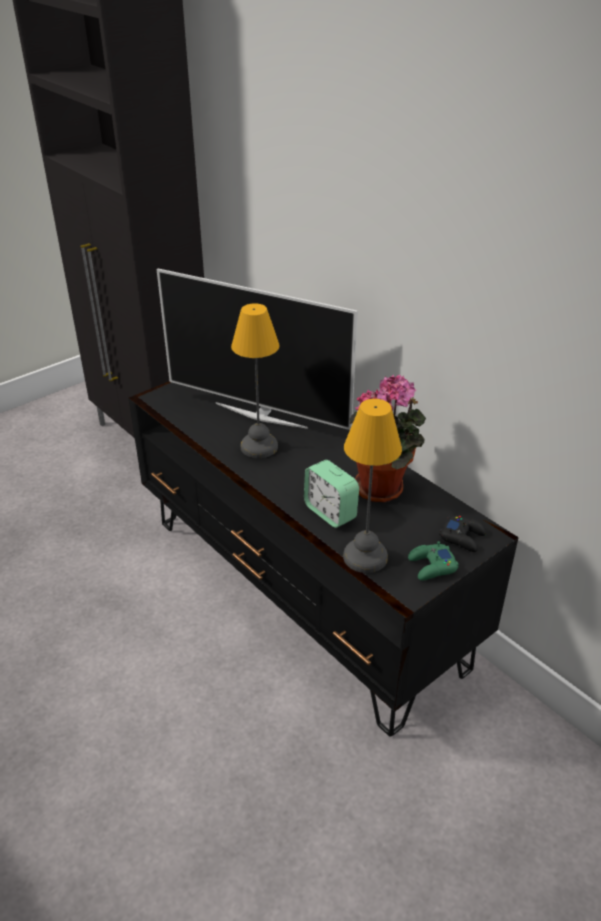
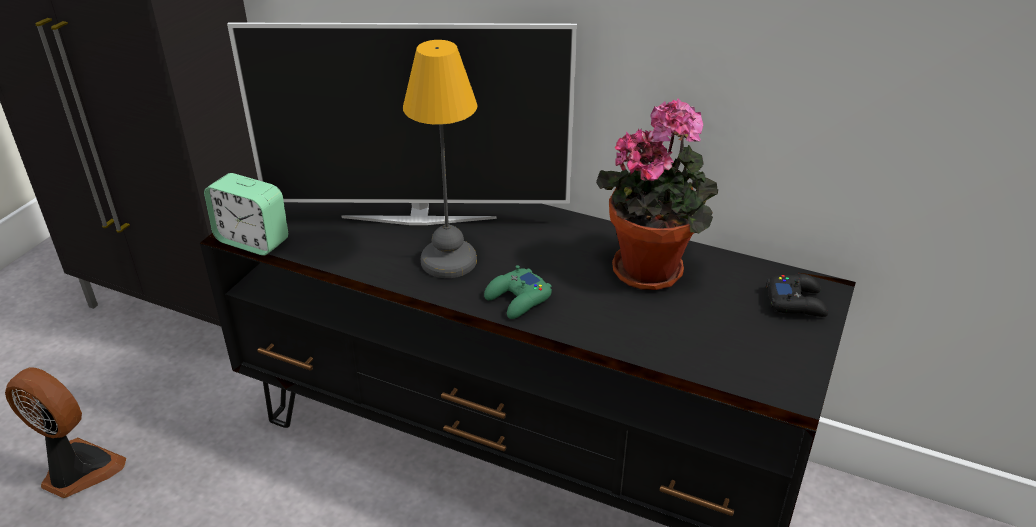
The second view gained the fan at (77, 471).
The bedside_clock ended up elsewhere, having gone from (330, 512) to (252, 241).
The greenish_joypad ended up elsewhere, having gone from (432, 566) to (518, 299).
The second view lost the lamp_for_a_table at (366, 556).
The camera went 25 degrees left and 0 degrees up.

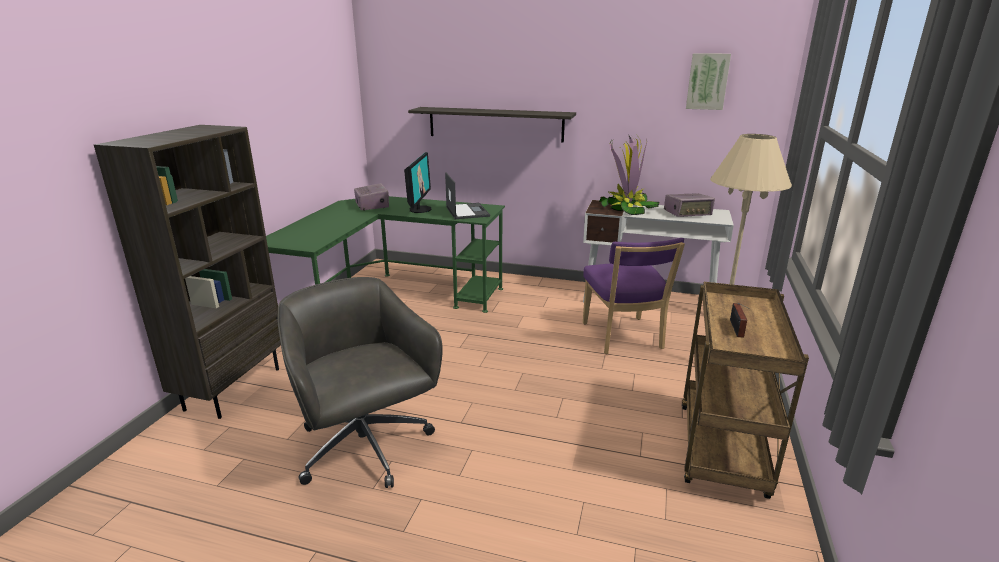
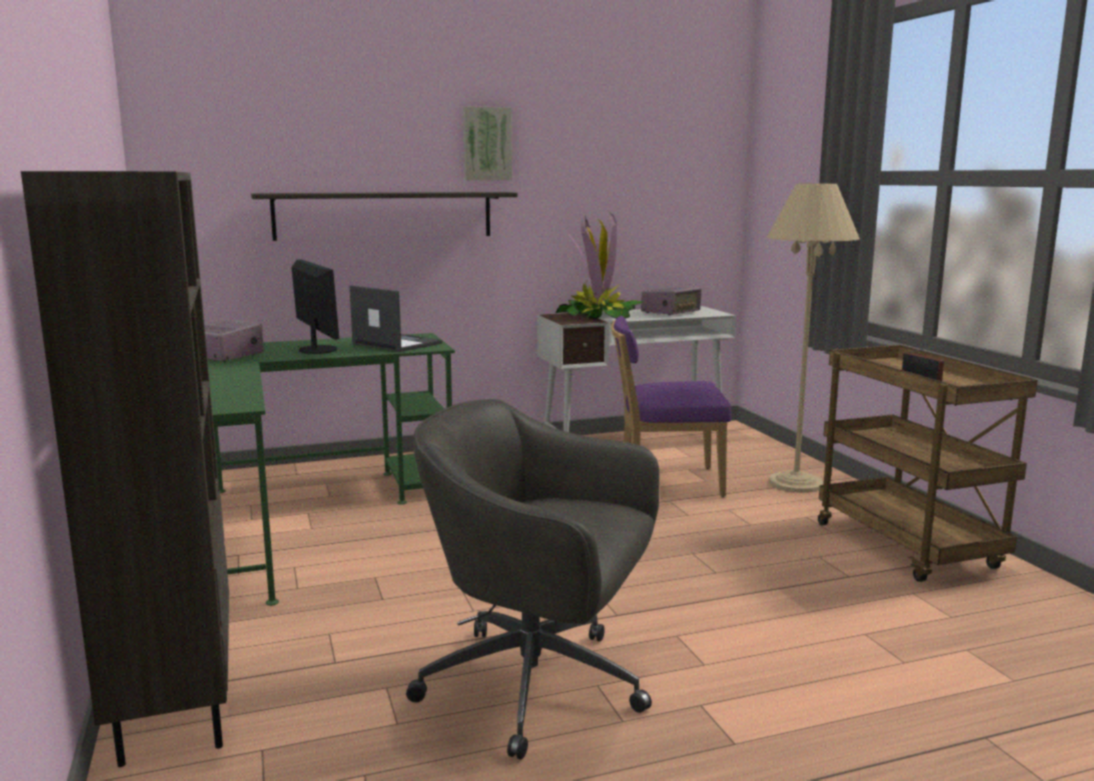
The wall_picture ended up elsewhere, having gone from (707, 81) to (487, 144).
The purple_chair at (623, 338) ended up facing another way, 135 degrees clockwise from before.
The camera went 35 degrees left and 10 degrees down.

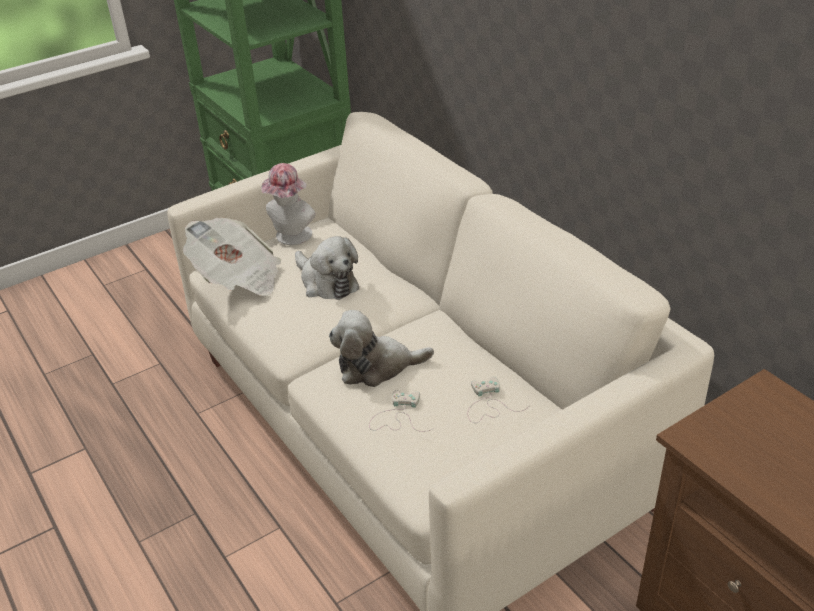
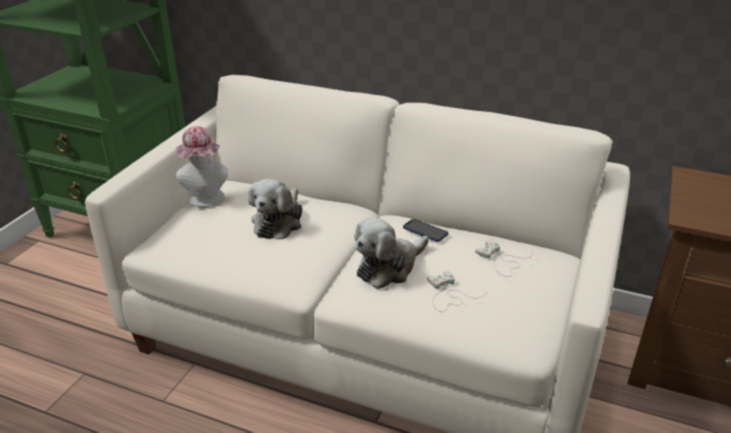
The plush_toy at (327, 283) ended up facing another way, 90 degrees clockwise from before.
The second view gained the telephone at (425, 231).
The second view lost the daily_paper at (238, 277).
The camera went 35 degrees left and 5 degrees down.

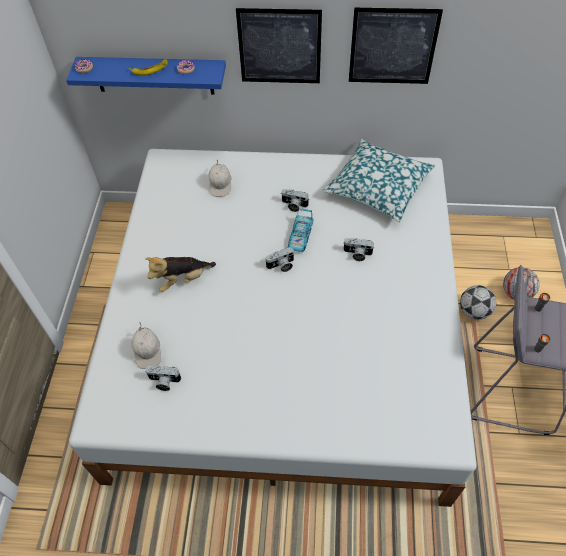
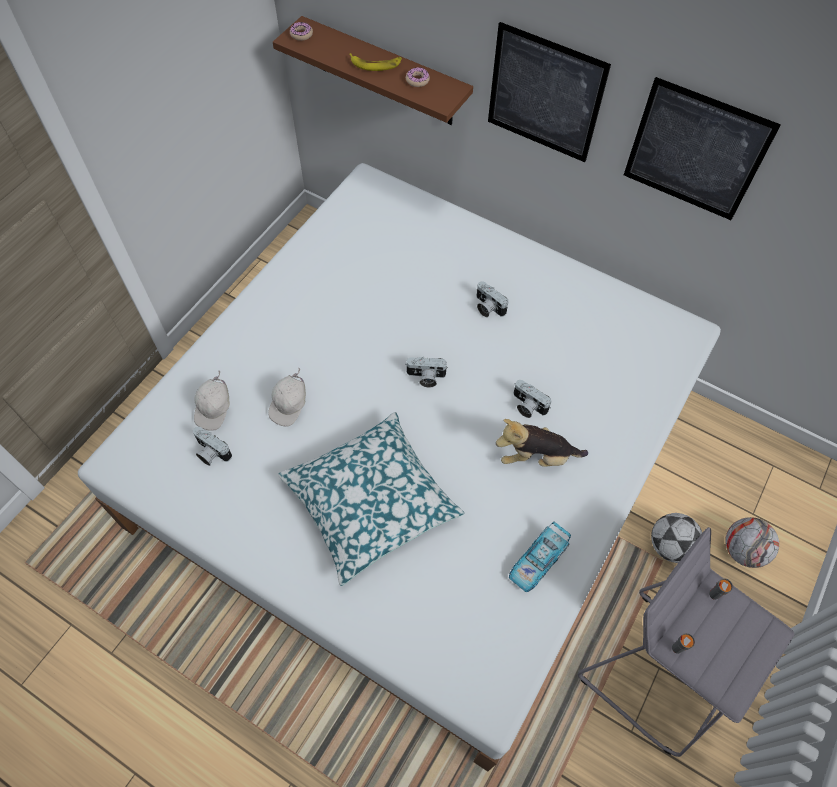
The whitish_baseball_cap ended up elsewhere, having gone from (221, 185) to (290, 405).
What was the bluish_shelf at (154, 75) turned into the brownish_shelf at (385, 73).
The cushion ended up elsewhere, having gone from (378, 187) to (370, 502).
The plush_toy ended up elsewhere, having gone from (182, 280) to (536, 456).
The toy_car ended up elsewhere, having gone from (300, 236) to (537, 561).
The camera went 25 degrees right and 5 degrees up.

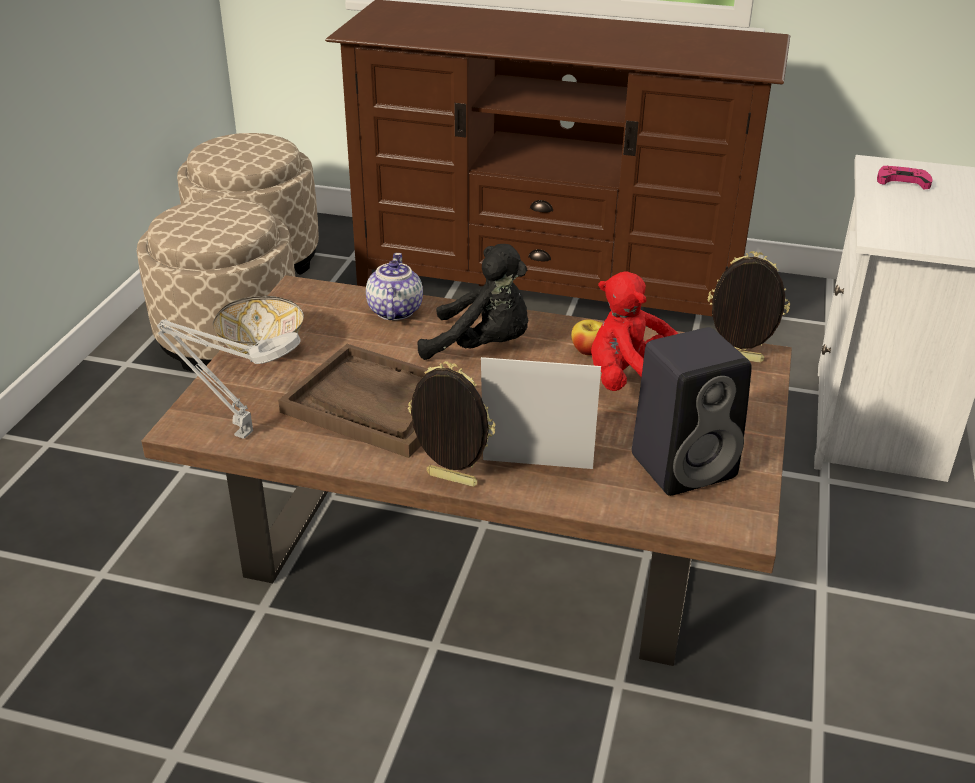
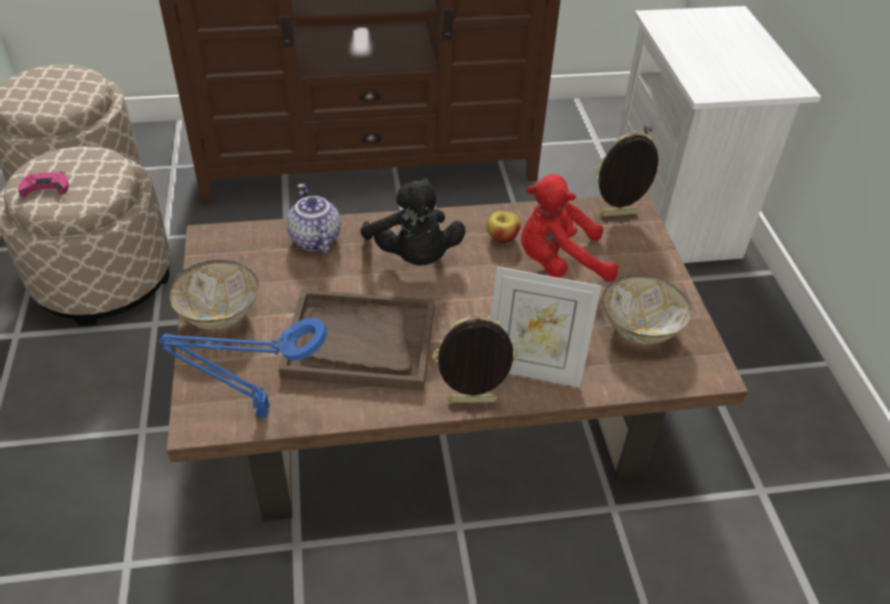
The pinkish_joypad ended up elsewhere, having gone from (902, 181) to (46, 187).
What was the grey_lamp_for_a_table at (239, 433) turned into the bluish_lamp_for_a_table at (257, 412).
The black_plush_toy at (482, 346) ended up facing another way, 75 degrees clockwise from before.
The picture_frame at (536, 471) ended up facing another way, 150 degrees counterclockwise from before.
Where the black_loudspeaker stood at (685, 465), the bowl came to stand at (639, 328).
The camera went 25 degrees left and 10 degrees up.

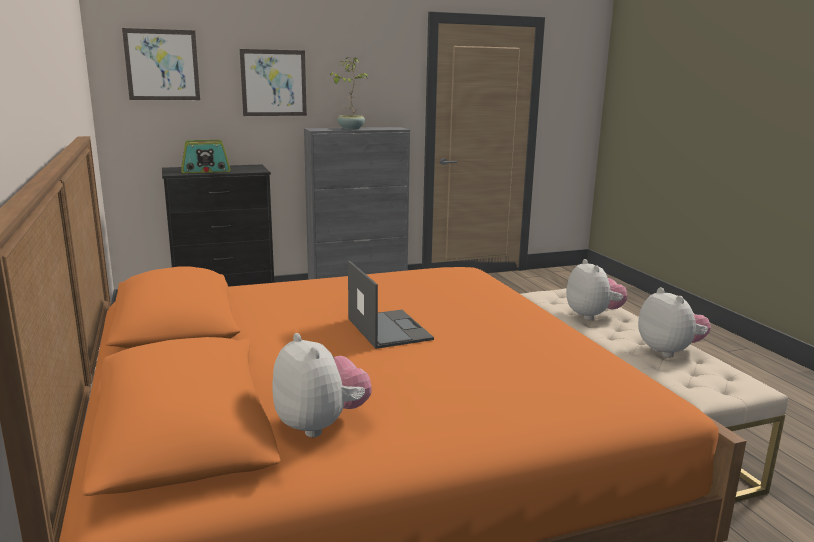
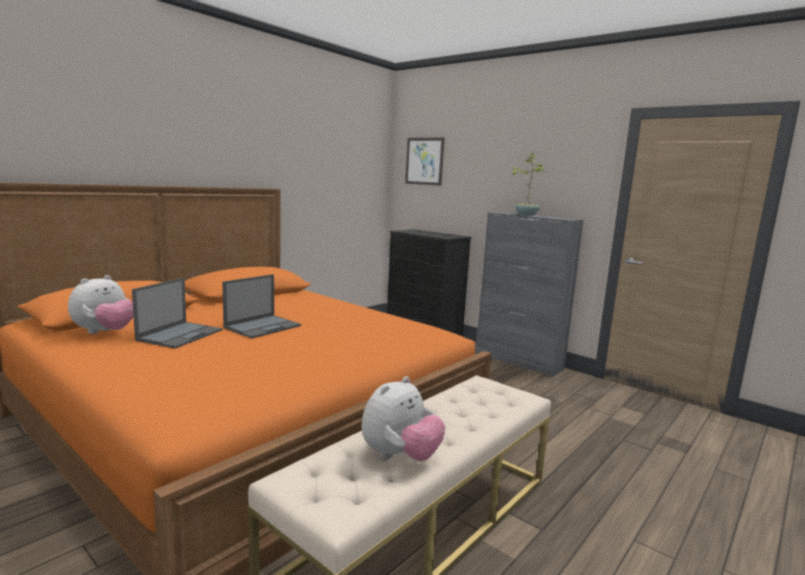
The second view gained the portable_computer at (180, 335).
The second view lost the radio at (206, 170).
The second view lost the wall_picture at (273, 83).
The second view lost the plush_toy at (592, 316).
The camera went 60 degrees right and 5 degrees down.

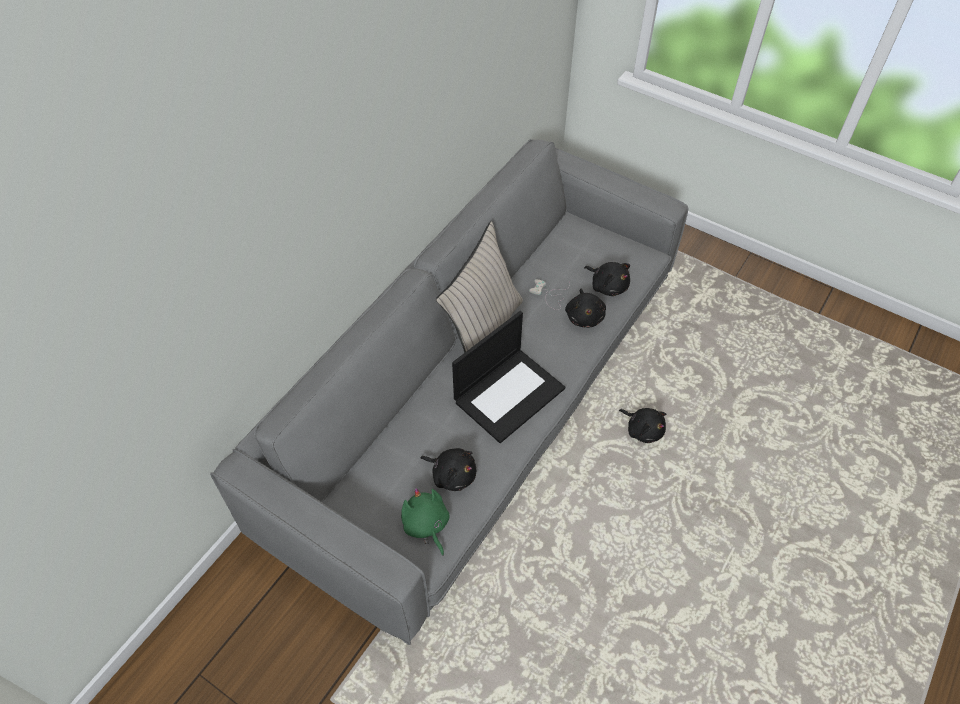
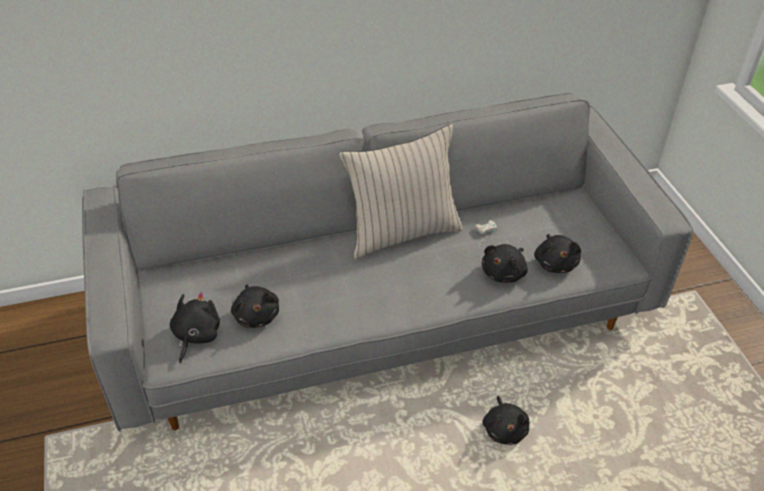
What was the greenish_plush_toy at (426, 525) turned into the black_plush_toy at (195, 336).
The second view lost the portable_computer at (509, 393).
The camera went 40 degrees right and 10 degrees down.

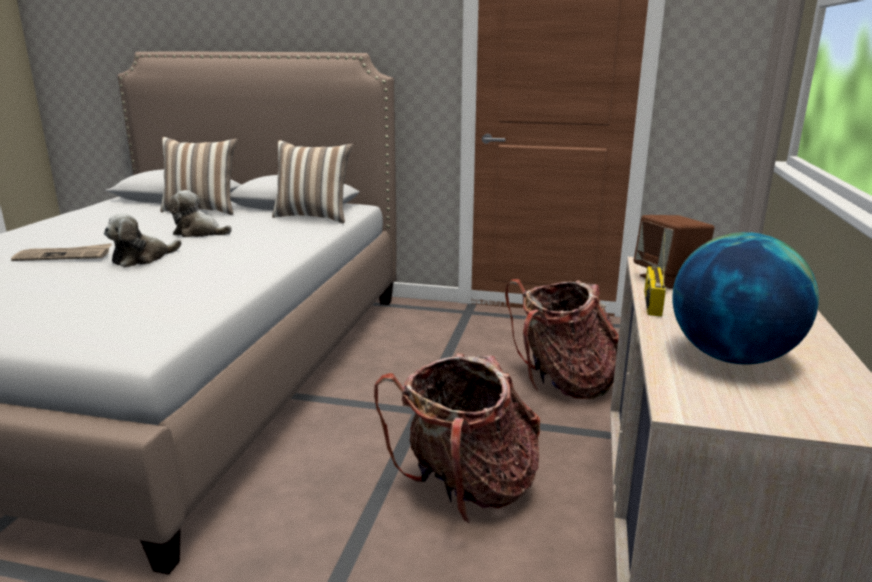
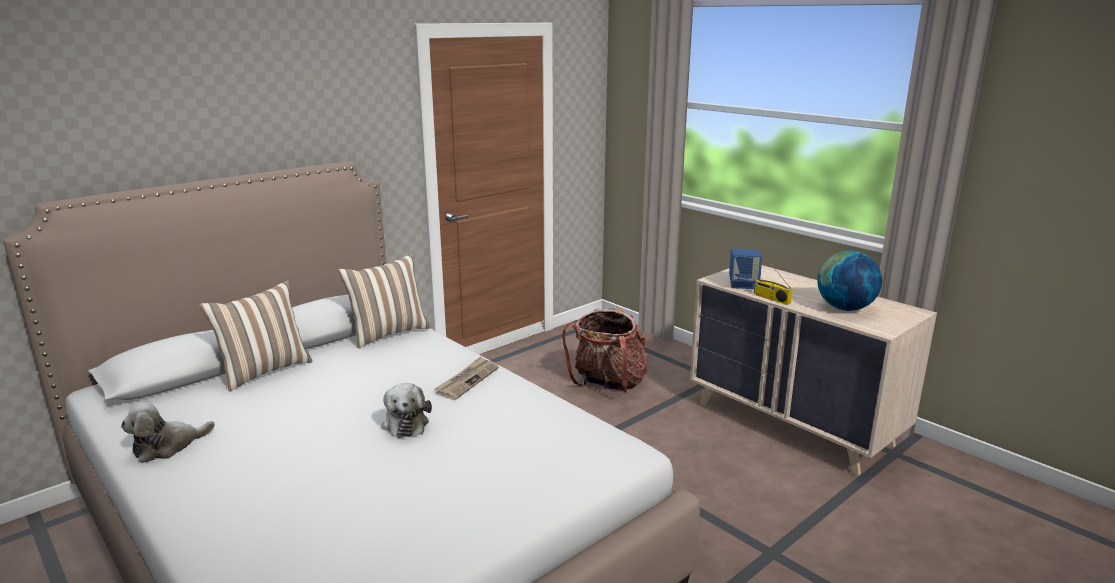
The plush_toy ended up elsewhere, having gone from (199, 233) to (167, 446).
The daily_paper ended up elsewhere, having gone from (64, 256) to (467, 380).
What was the brownish_loudspeaker at (669, 279) turned into the bluish_loudspeaker at (743, 285).
The second view lost the knapsack at (466, 489).
The camera went 55 degrees left and 0 degrees up.

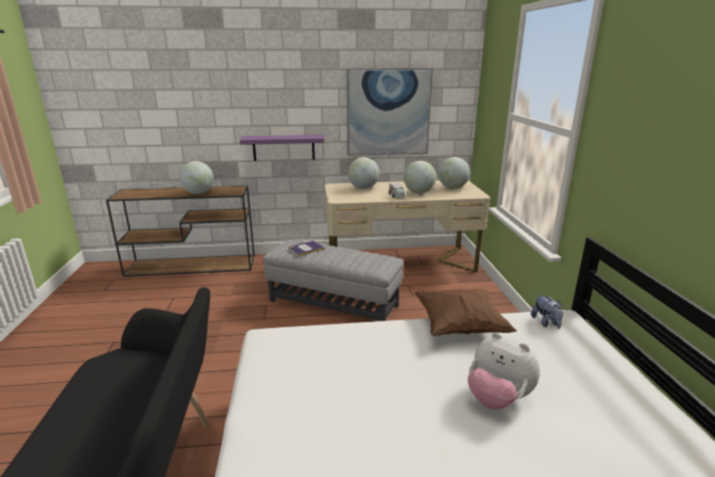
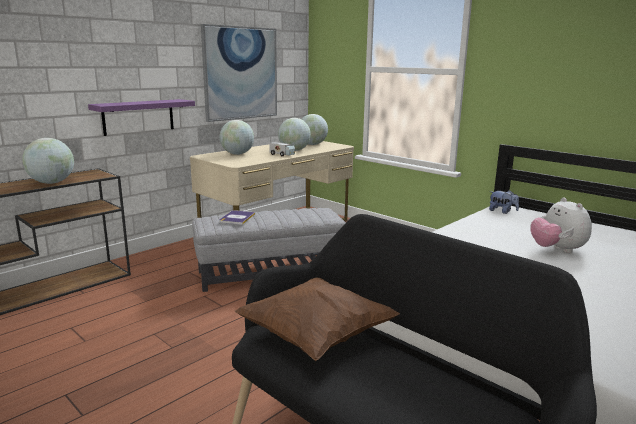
The brownish_cushion ended up elsewhere, having gone from (459, 326) to (316, 337).
The plush_toy at (497, 399) ended up facing another way, 75 degrees clockwise from before.
The camera went 40 degrees left and 5 degrees down.

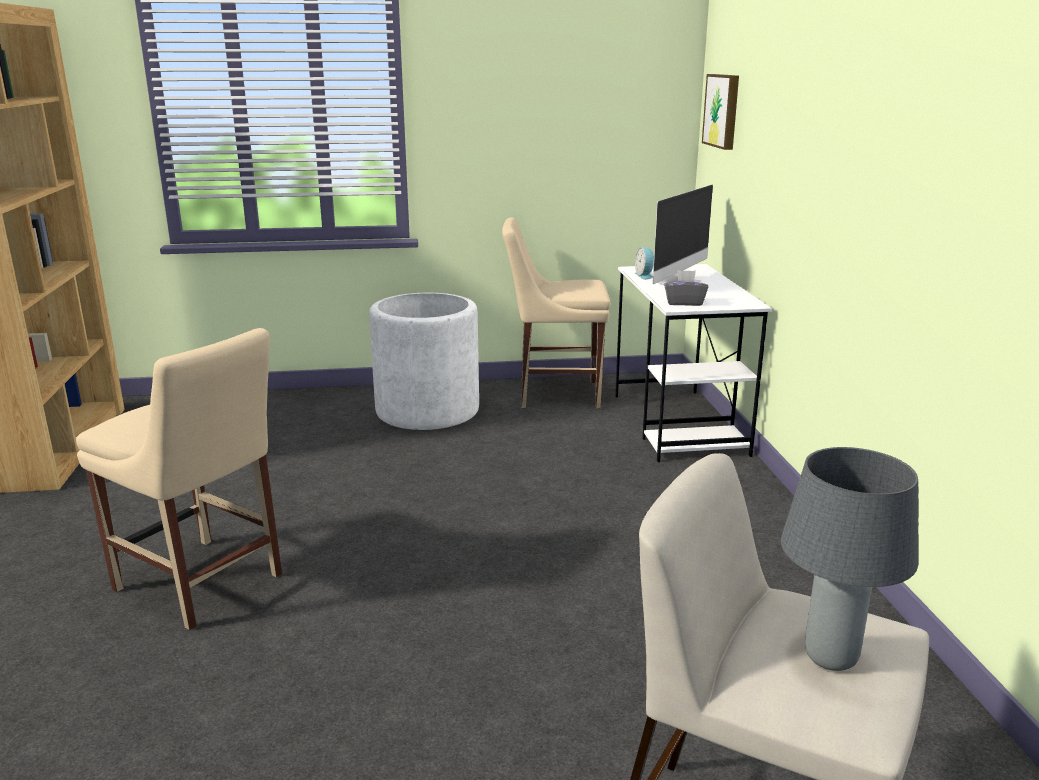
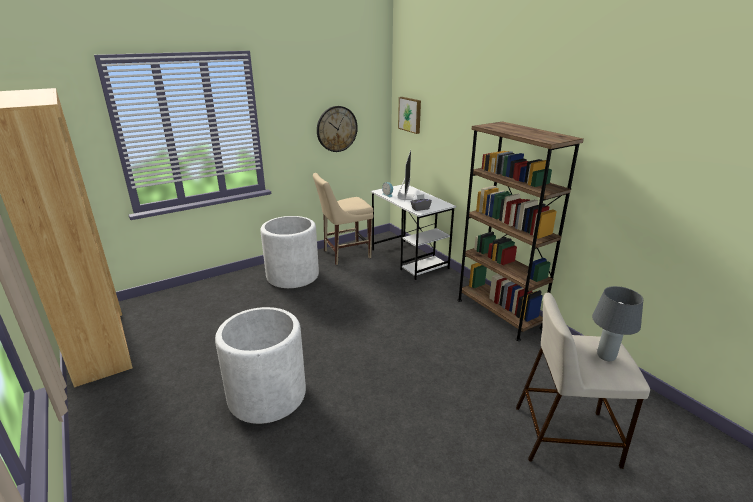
Where the beige_chair stood at (203, 585), the whitish_flower_pot came to stand at (267, 395).
The second view gained the clock_on_the_wall at (336, 129).
The second view gained the brownish_bookcase at (498, 313).
The camera went 25 degrees left and 5 degrees up.

